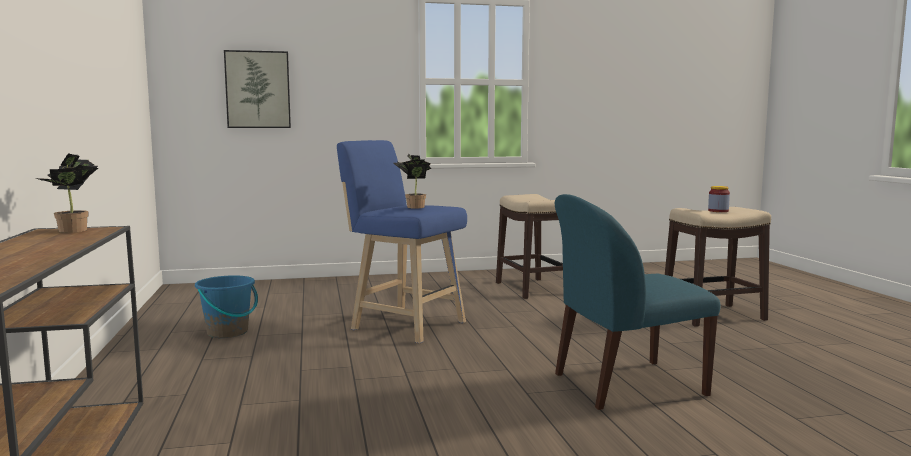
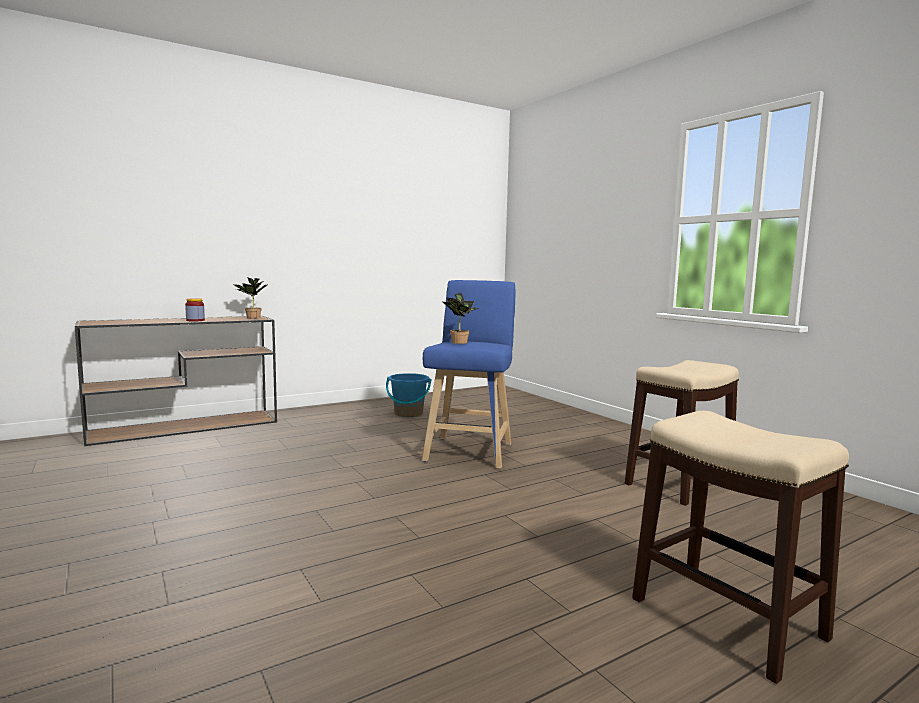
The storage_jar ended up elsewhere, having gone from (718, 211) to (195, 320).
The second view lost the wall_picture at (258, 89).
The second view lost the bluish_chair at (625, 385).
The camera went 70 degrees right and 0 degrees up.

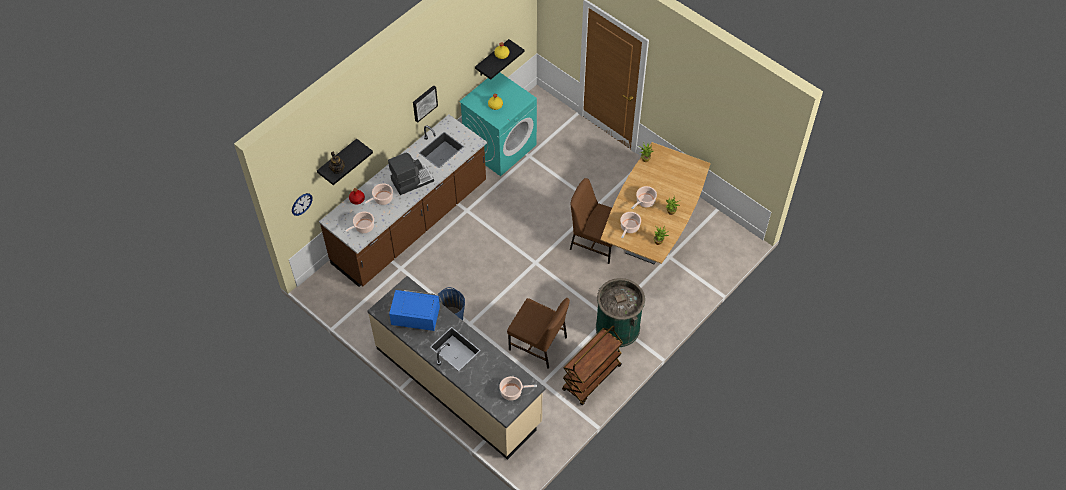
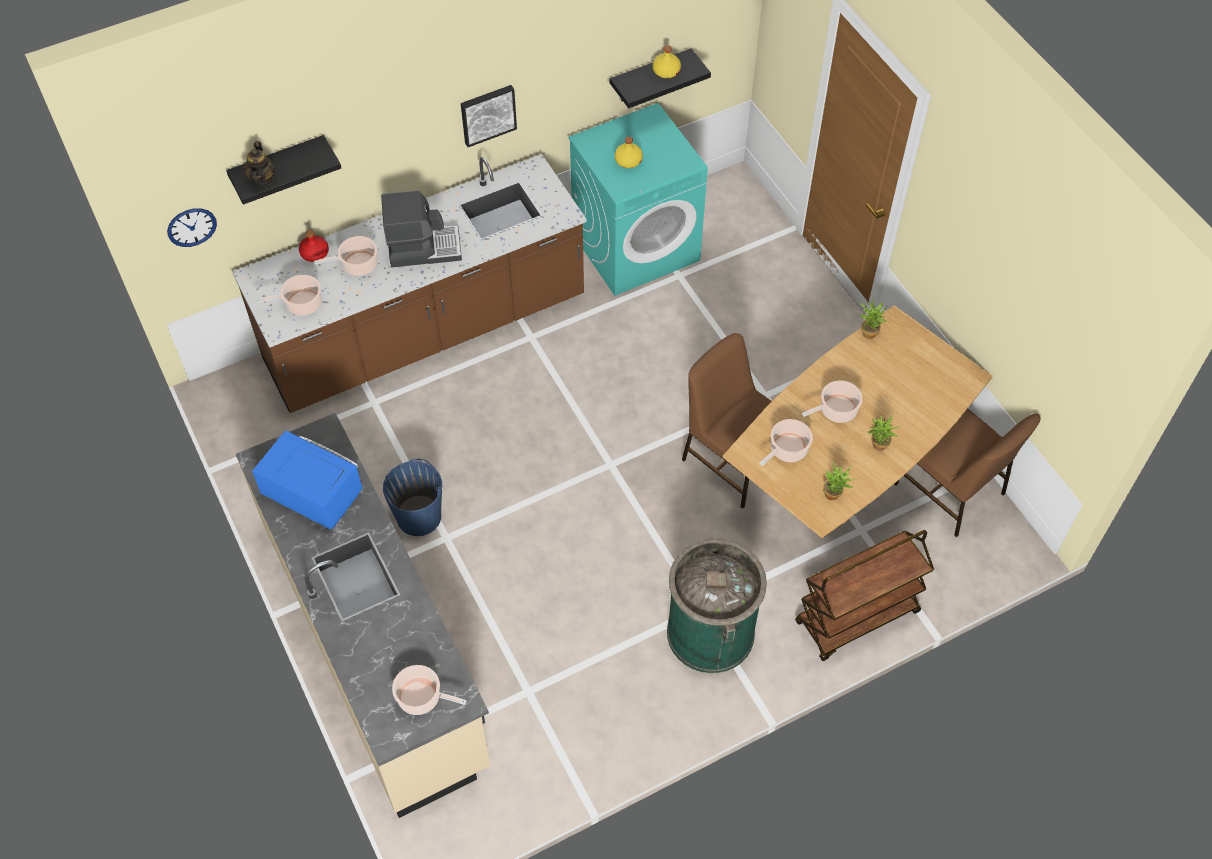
The brownish_trolley ended up elsewhere, having gone from (591, 378) to (856, 618).
The brownish_chair ended up elsewhere, having gone from (538, 344) to (950, 490).
The camera went 20 degrees right and 0 degrees up.

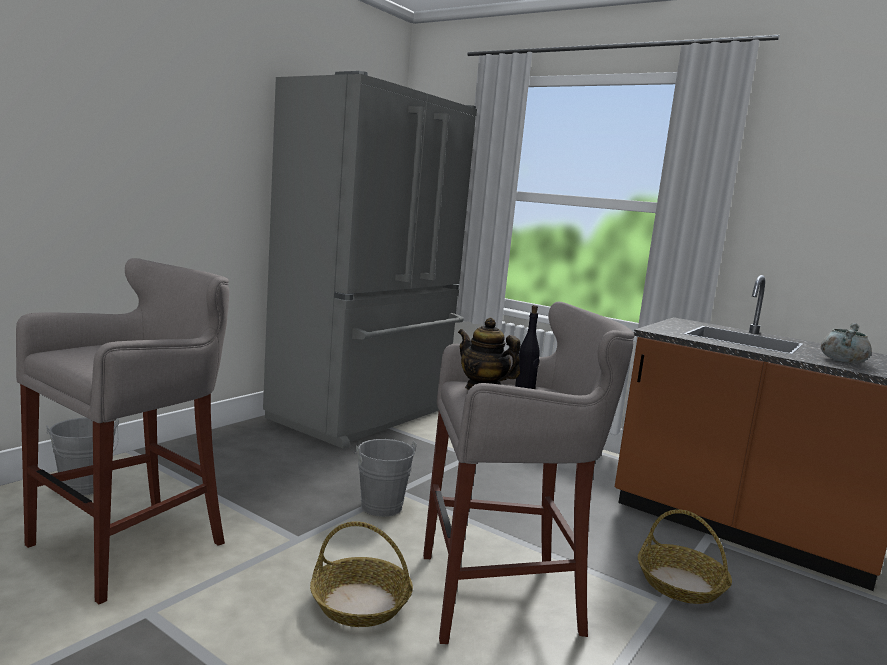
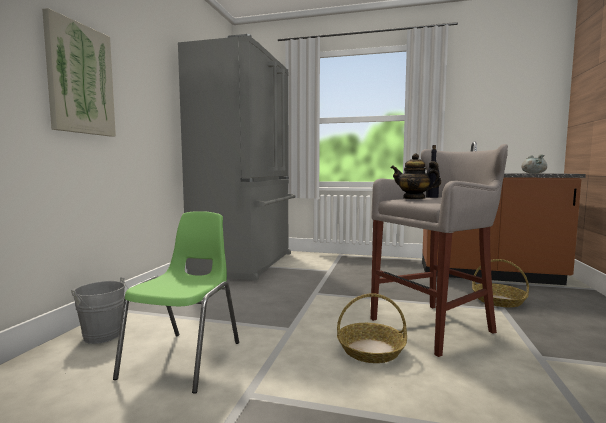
The second view gained the wall_picture at (80, 79).
Where the grey_sitting_stool stood at (134, 544), the greenish_chair came to stand at (185, 359).
The second view lost the grey_water_bucket at (380, 504).
The camera went 20 degrees left and 5 degrees down.

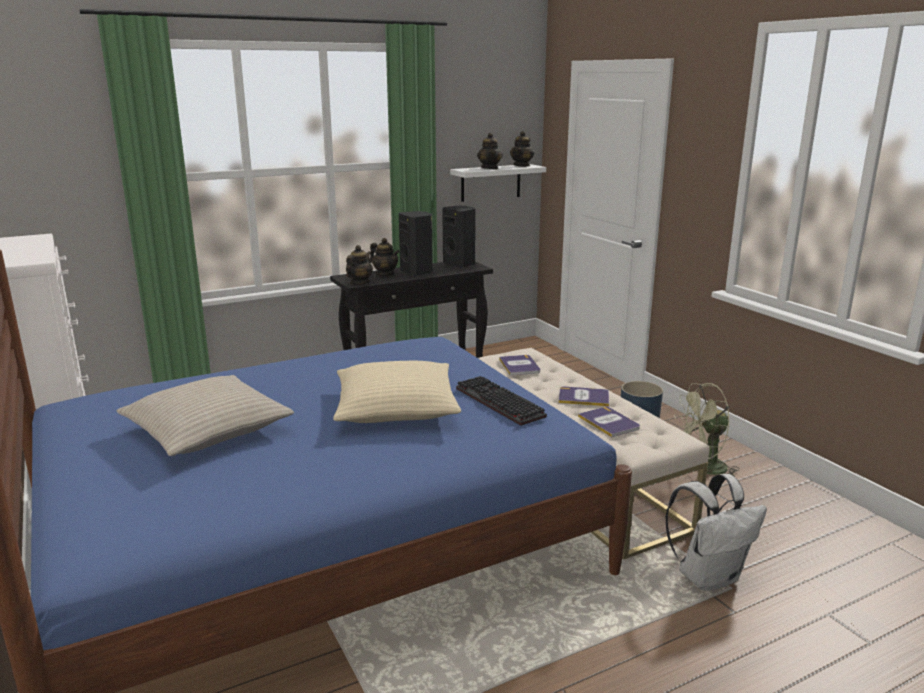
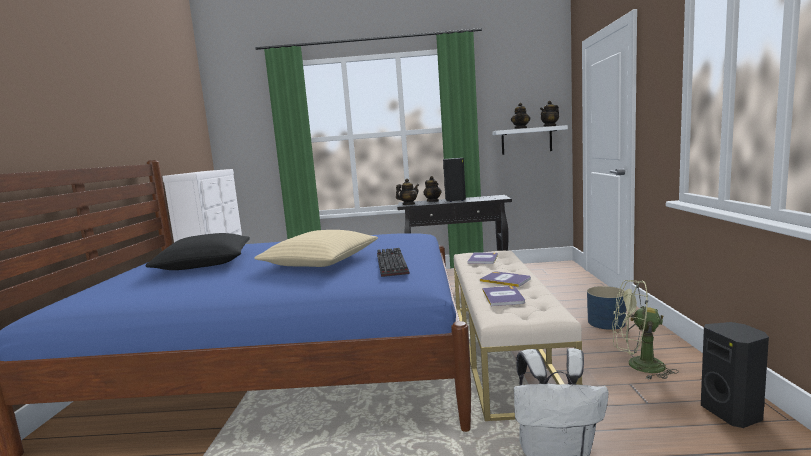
What was the beige_cushion at (207, 430) turned into the black_cushion at (205, 263).
The black_loudspeaker ended up elsewhere, having gone from (460, 264) to (732, 413).
The camera went 30 degrees right and 10 degrees down.

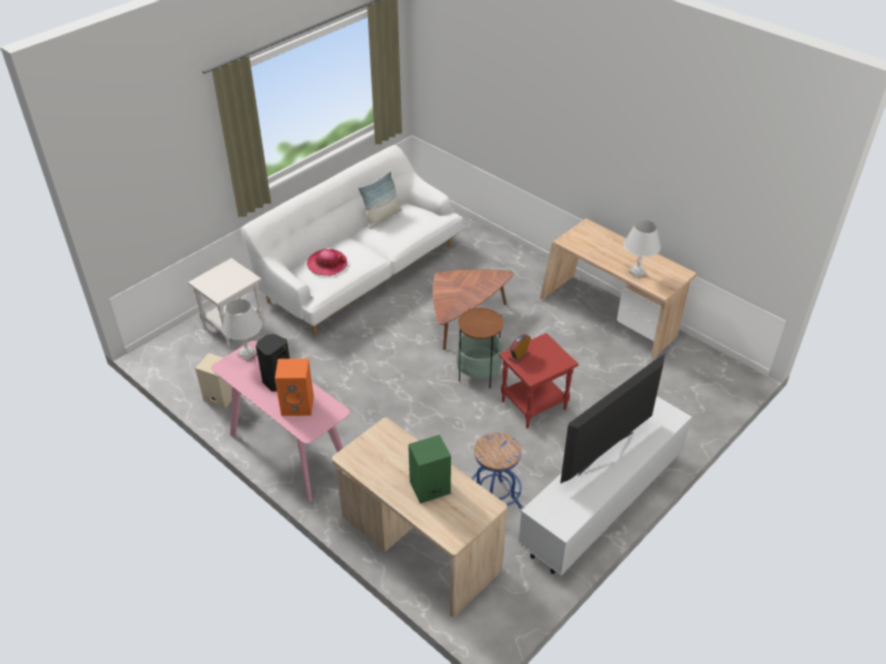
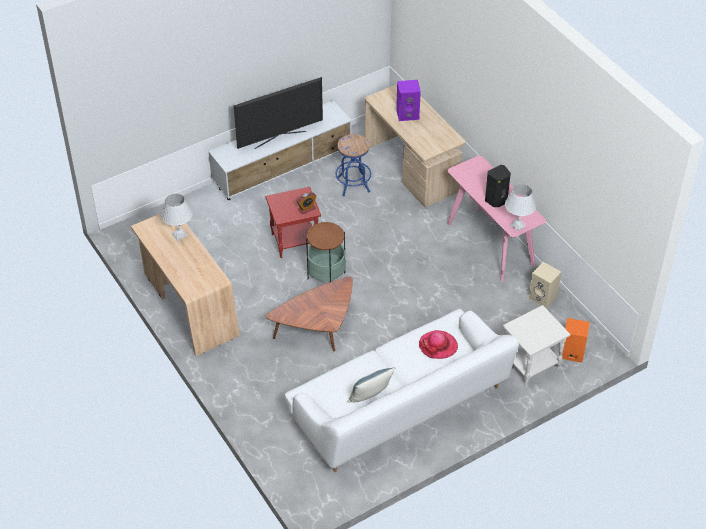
What was the greenish_loudspeaker at (429, 488) turned into the purple_loudspeaker at (408, 114).
The orange-coloured_loudspeaker ended up elsewhere, having gone from (298, 405) to (571, 353).
The camera went 165 degrees left and 5 degrees up.

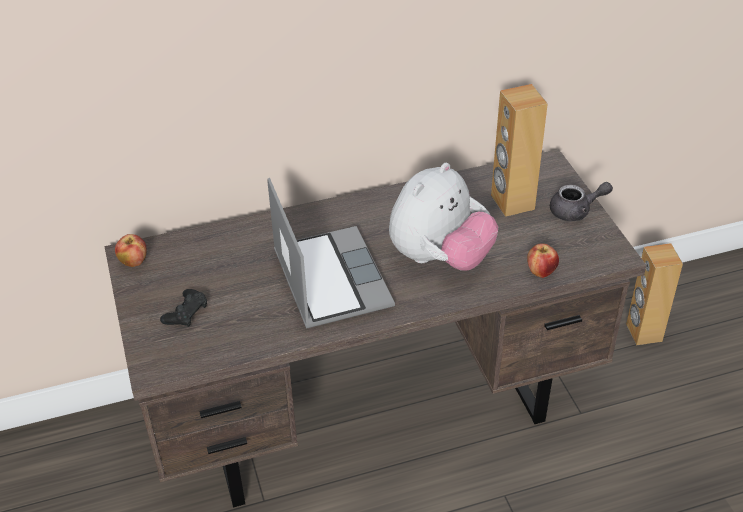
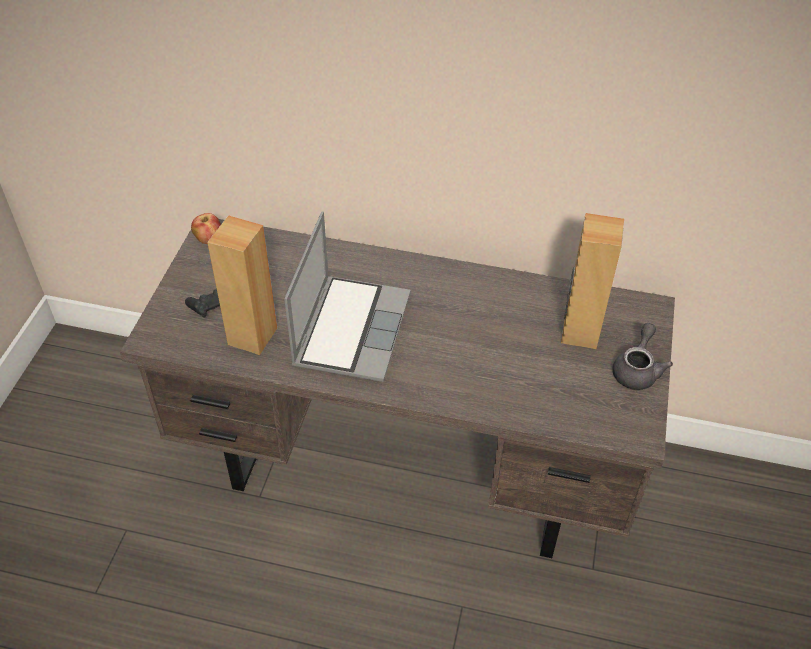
The brownish_loudspeaker ended up elsewhere, having gone from (643, 332) to (252, 336).
The grey_pot_for_tea at (576, 211) ended up facing another way, 90 degrees counterclockwise from before.
The second view lost the plush_toy at (440, 258).
The second view lost the apple_fruit at (541, 272).
The camera went 30 degrees right and 5 degrees up.

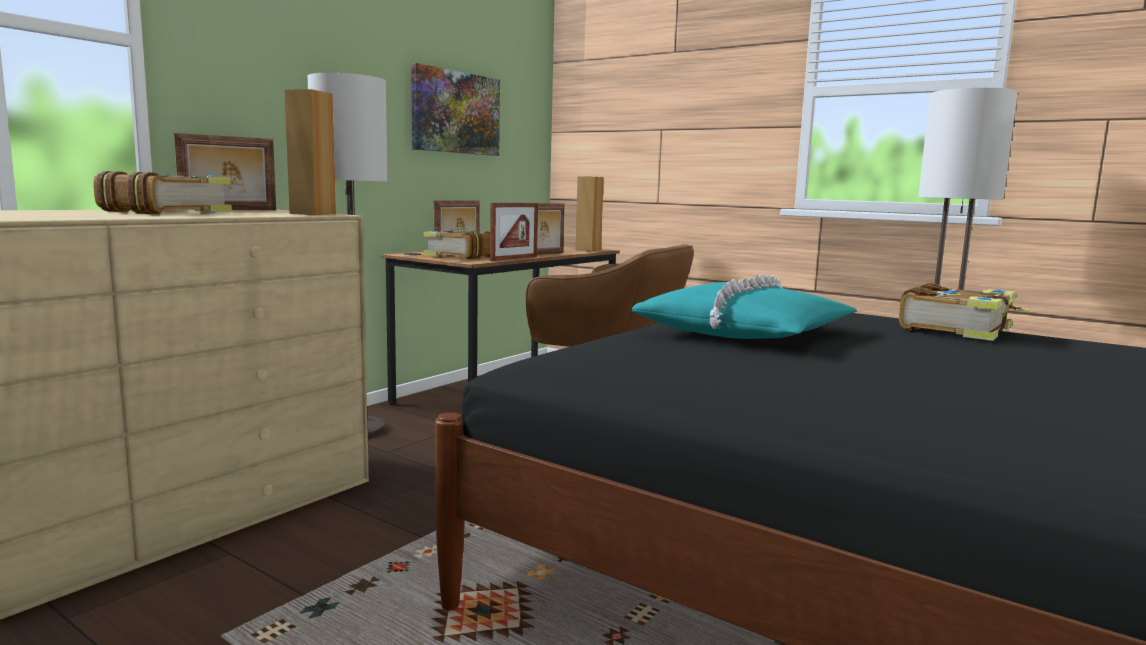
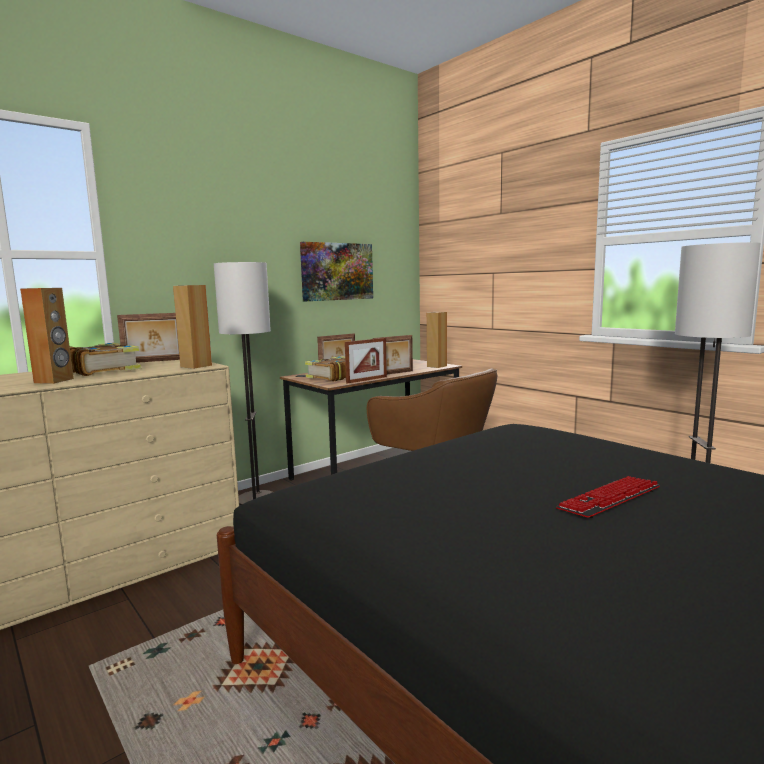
The second view gained the brownish_loudspeaker at (54, 381).
The second view gained the keyboard at (609, 499).
The second view lost the turquoise-coloured_cushion at (745, 332).
The second view lost the book at (958, 329).
The camera went 15 degrees right and 0 degrees up.

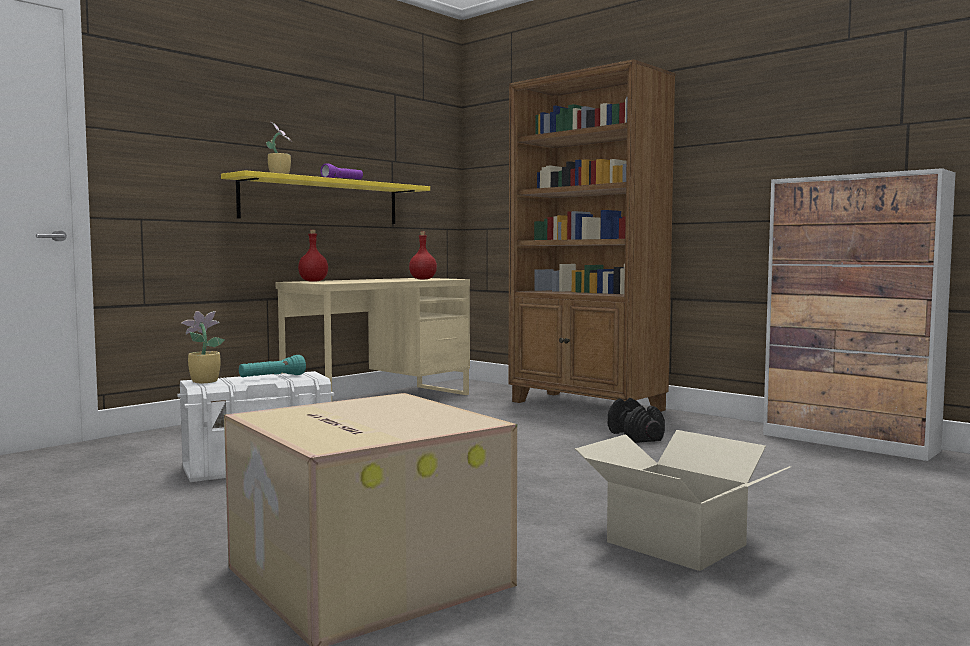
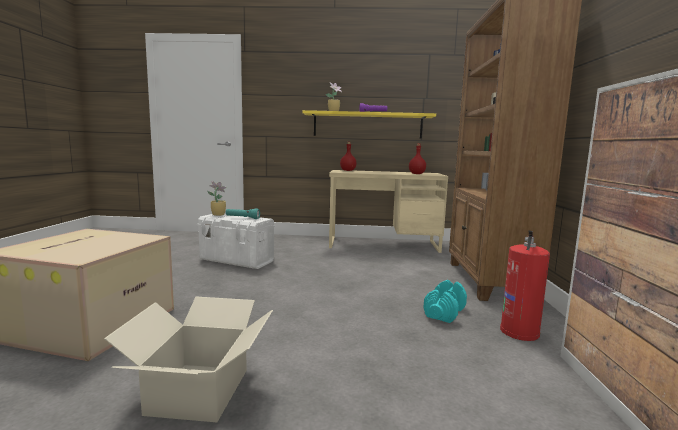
What was the black_hand_weight at (634, 436) turned into the turquoise-coloured_hand_weight at (444, 312).
The second view gained the fire_extinguisher at (519, 331).
The camera went 50 degrees right and 5 degrees up.

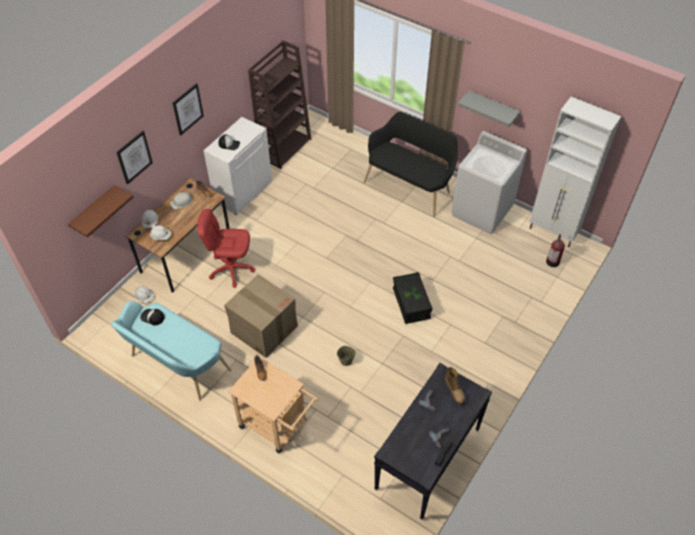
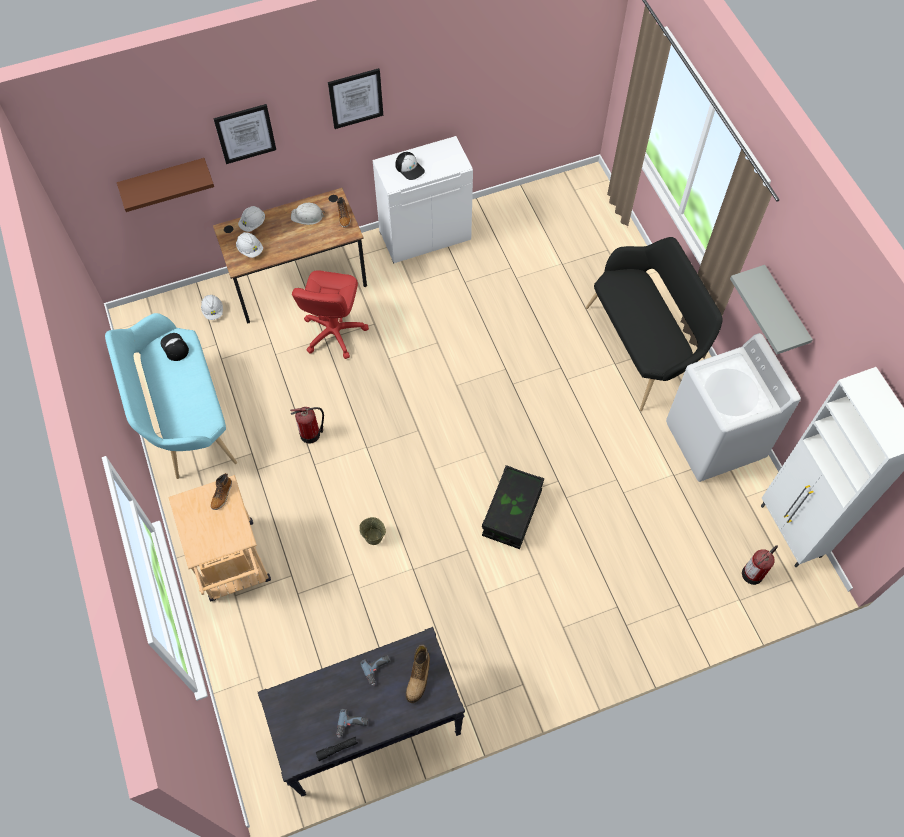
Where the carton stood at (263, 329), the fire_extinguisher came to stand at (311, 434).
The red_office_chair at (231, 269) ended up facing another way, 120 degrees counterclockwise from before.
The second view lost the brownish_bookcase at (285, 148).
The camera went 35 degrees right and 10 degrees up.

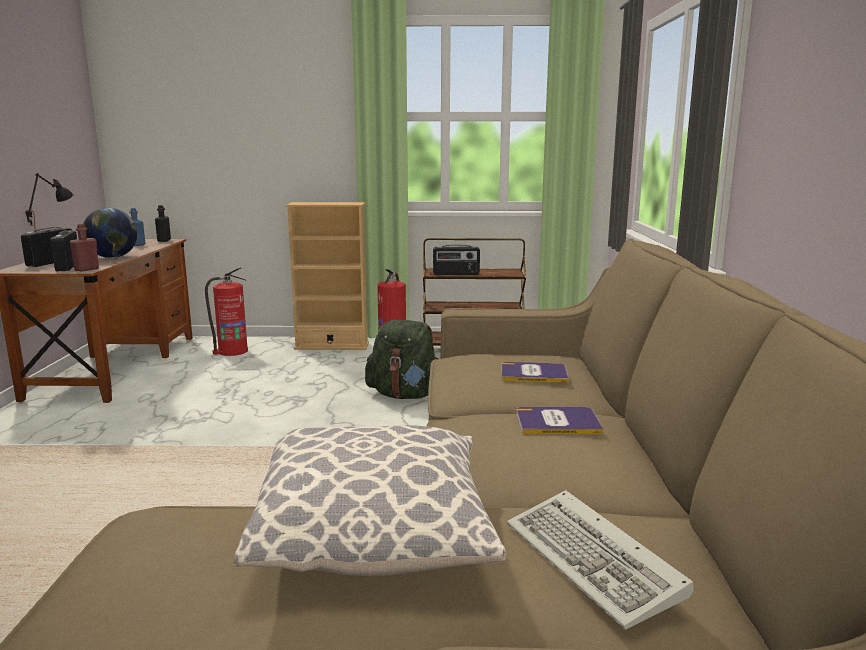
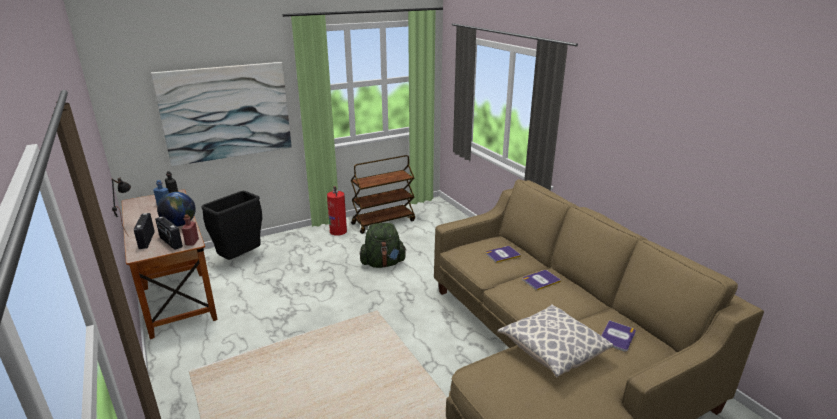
The second view gained the wall_picture at (226, 112).
Where the fire_extinguisher stood at (232, 351), the black_trash_can came to stand at (240, 258).
Where the keyboard stood at (596, 563), the book came to stand at (617, 336).
The second view lost the beige_bookcase at (332, 346).
The second view lost the radio at (456, 274).
The camera went 30 degrees left and 10 degrees up.

